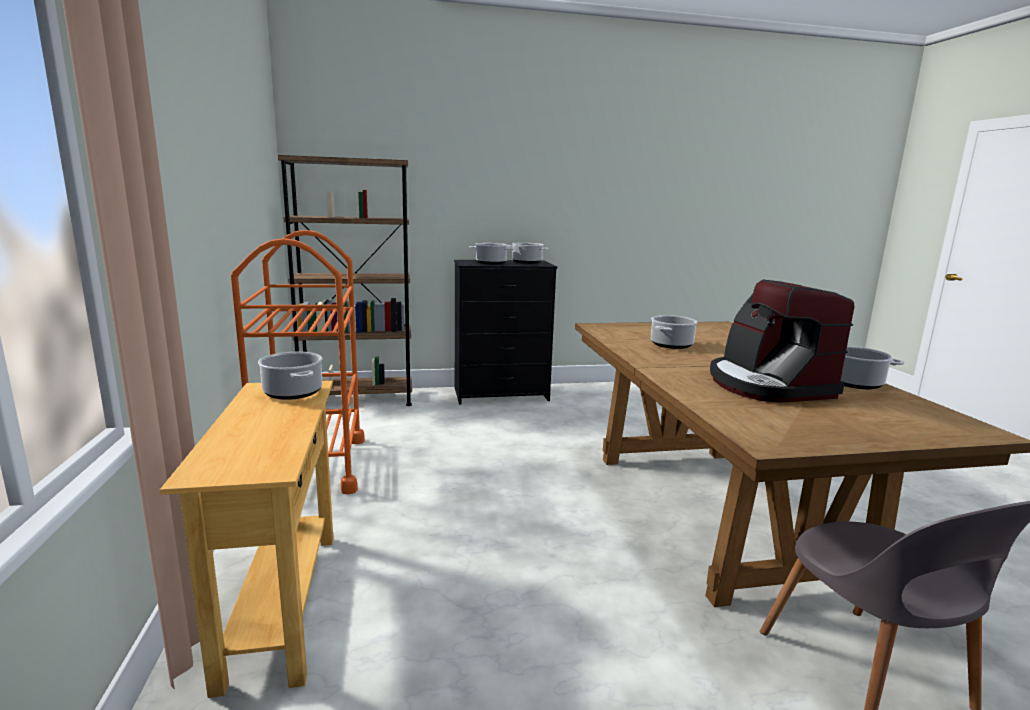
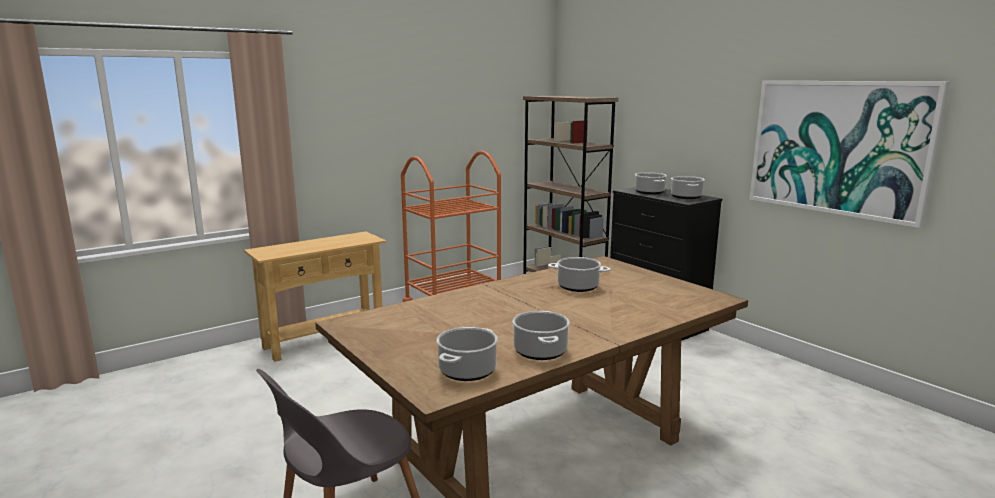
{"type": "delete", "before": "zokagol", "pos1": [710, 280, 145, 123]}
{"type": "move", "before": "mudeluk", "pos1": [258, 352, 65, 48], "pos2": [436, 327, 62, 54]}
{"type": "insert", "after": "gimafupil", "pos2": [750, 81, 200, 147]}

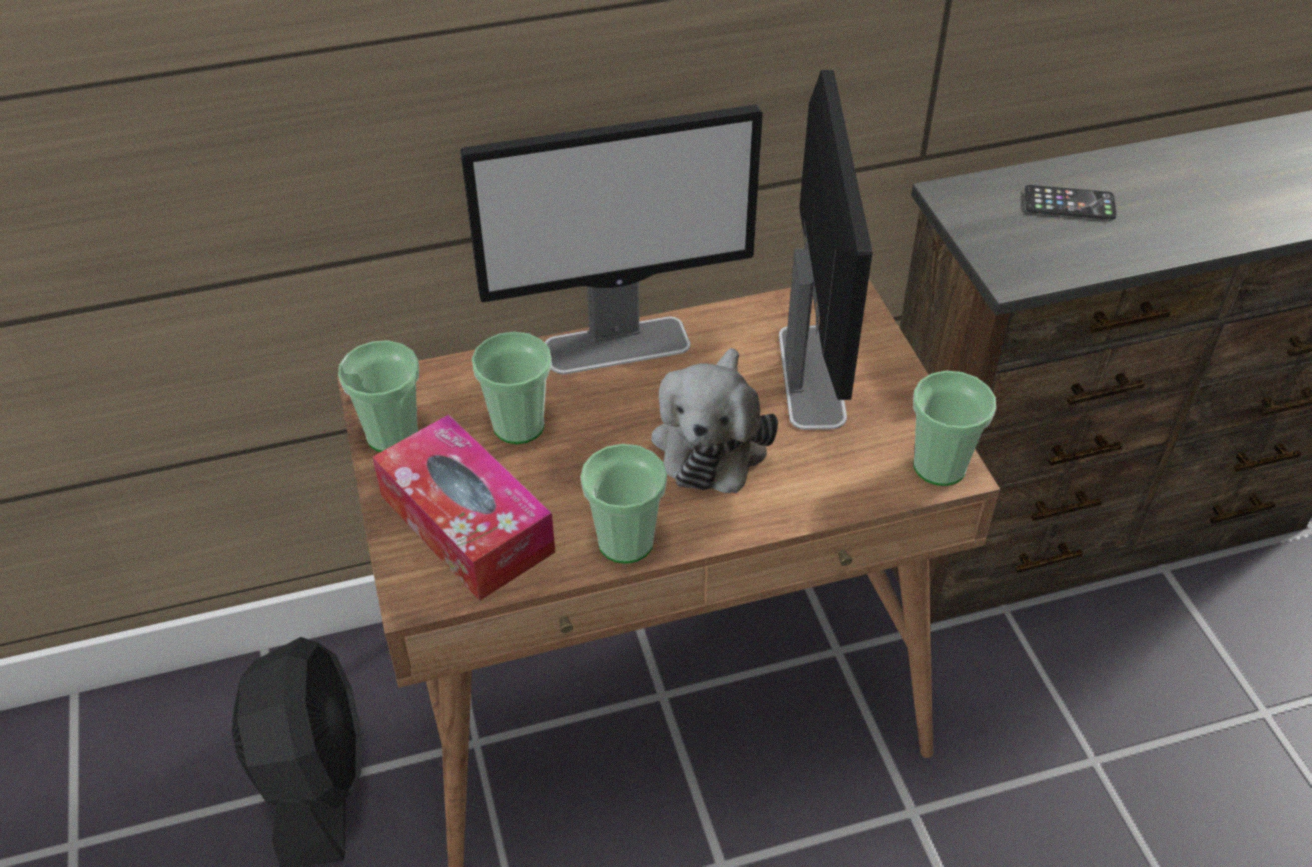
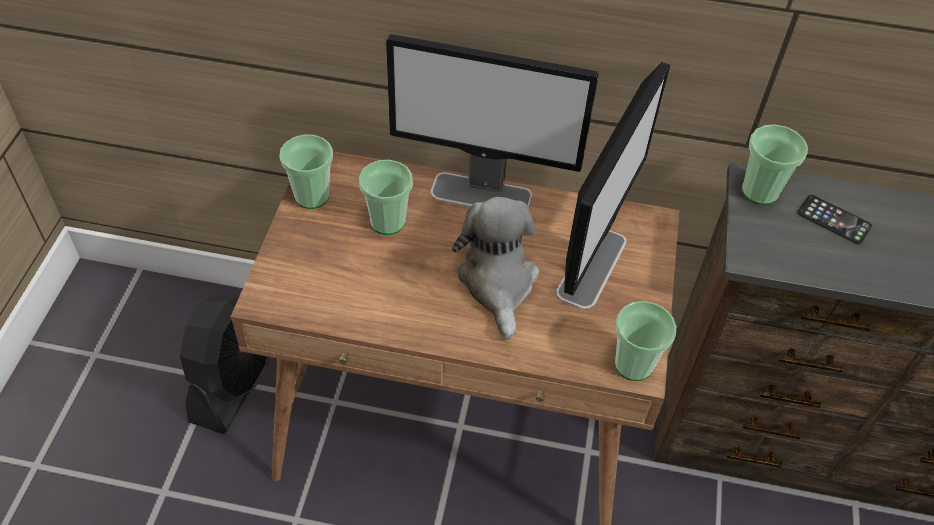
{"type": "rotate", "before": "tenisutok", "pos1": [651, 348, 127, 145], "pos2": [452, 196, 87, 143], "turn": 135}
{"type": "delete", "before": "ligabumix", "pos1": [372, 414, 183, 187]}
{"type": "move", "before": "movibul", "pos1": [580, 444, 87, 120], "pos2": [742, 124, 66, 81]}

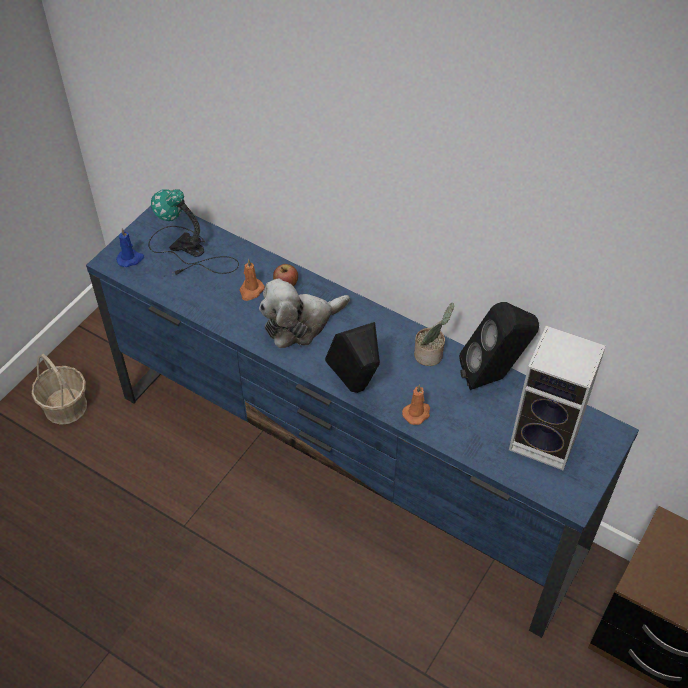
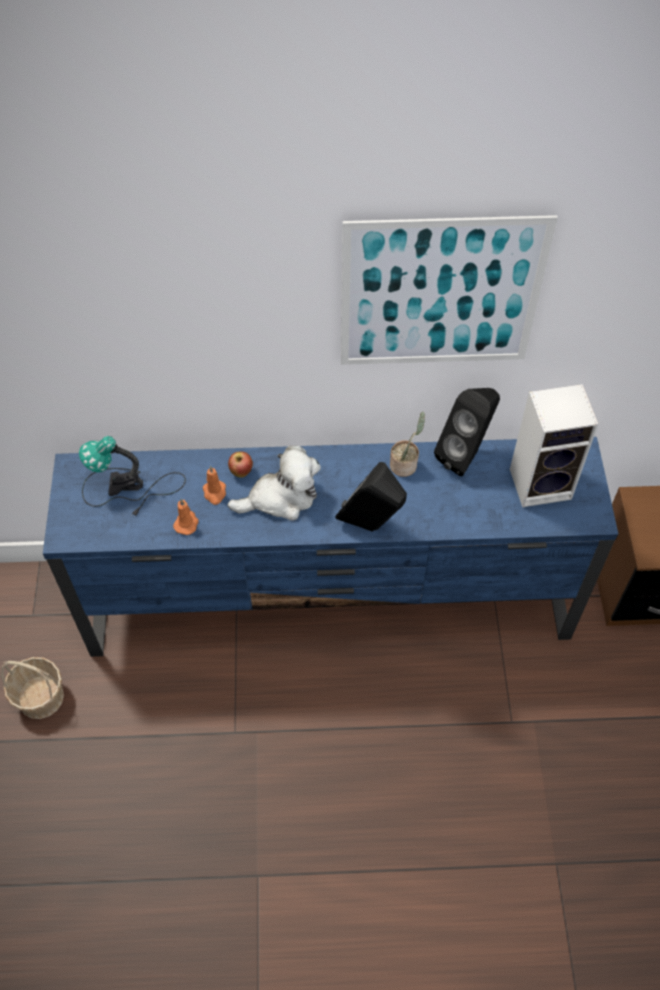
{"type": "delete", "before": "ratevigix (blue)", "pos1": [116, 228, 28, 39]}
{"type": "rotate", "before": "tenisutok", "pos1": [259, 278, 91, 70], "pos2": [228, 446, 93, 75], "turn": -135}
{"type": "move", "before": "ratevigix (orange)", "pos1": [402, 384, 28, 41], "pos2": [173, 499, 26, 36]}
{"type": "insert", "after": "gimafupil", "pos2": [341, 215, 217, 150]}

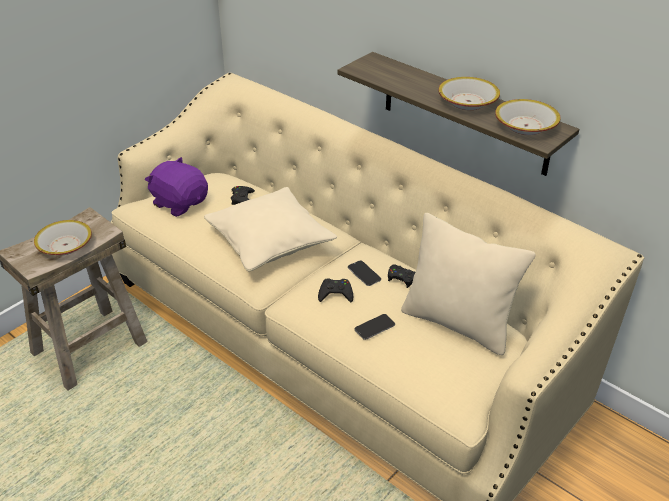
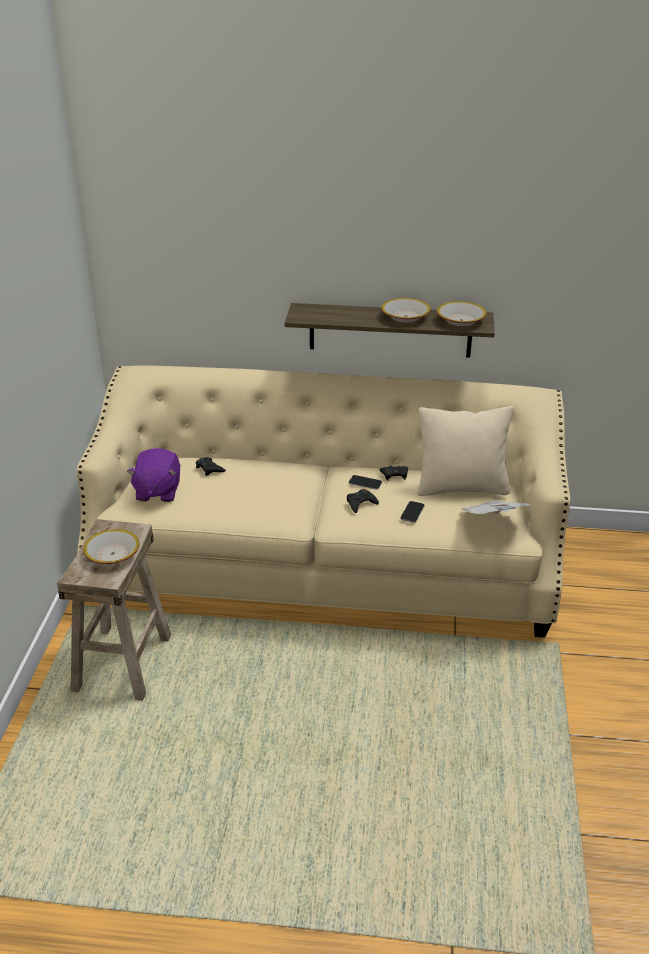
{"type": "rotate", "before": "tenisutok (purple)", "pos1": [145, 157, 63, 60], "pos2": [127, 448, 53, 54], "turn": -90}
{"type": "delete", "before": "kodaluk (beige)", "pos1": [204, 187, 133, 84]}
{"type": "insert", "after": "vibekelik", "pos2": [462, 500, 68, 14]}

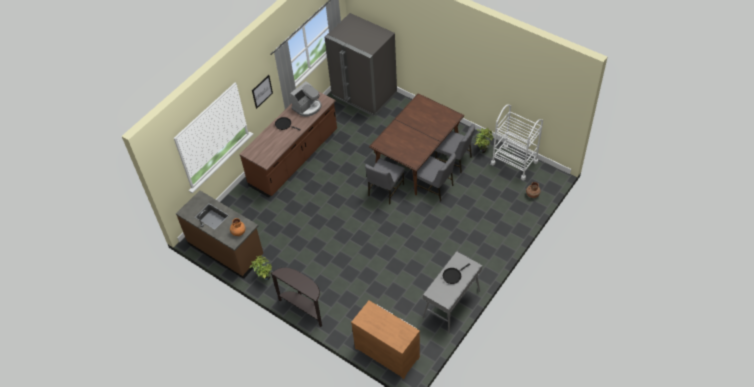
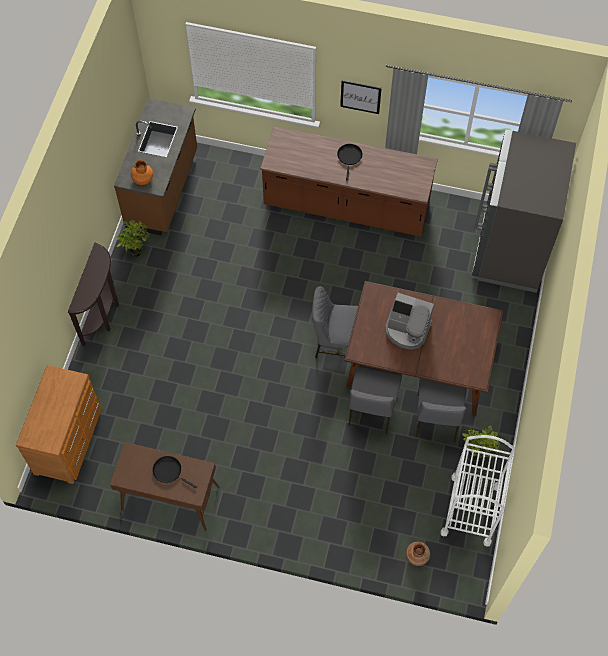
{"type": "move", "before": "zokagol", "pos1": [290, 81, 32, 36], "pos2": [385, 293, 49, 57]}
{"type": "recolor", "before": "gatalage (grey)", "after": "gatalage (brown)", "pos1": [422, 251, 60, 83], "pos2": [110, 442, 109, 89]}

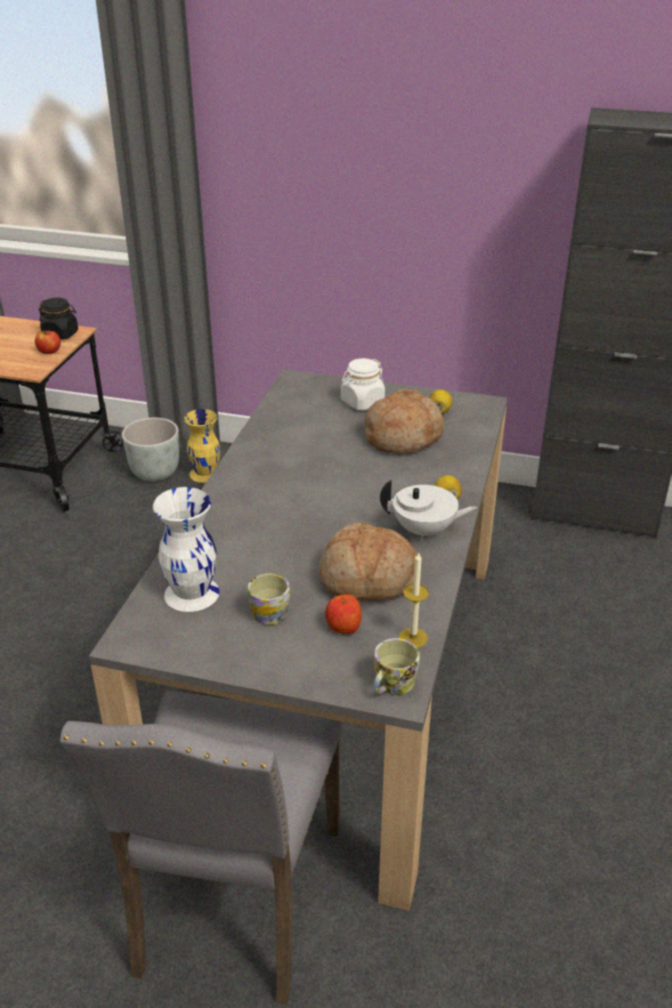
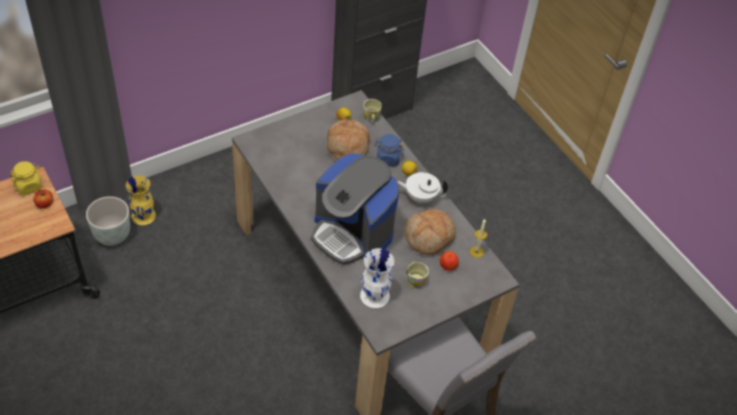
{"type": "recolor", "before": "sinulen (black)", "after": "sinulen (yellow)", "pos1": [39, 298, 39, 42], "pos2": [10, 161, 32, 35]}
{"type": "delete", "before": "sinulen (white)", "pos1": [341, 358, 44, 52]}
{"type": "rotate", "before": "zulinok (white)", "pos1": [380, 480, 97, 61], "pos2": [397, 172, 51, 31], "turn": -135}
{"type": "move", "before": "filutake", "pos1": [373, 638, 47, 57], "pos2": [363, 99, 19, 25]}
{"type": "insert", "after": "sinulen (blue)", "pos2": [374, 134, 30, 32]}
{"type": "insert", "after": "zokagol", "pos2": [311, 153, 89, 112]}

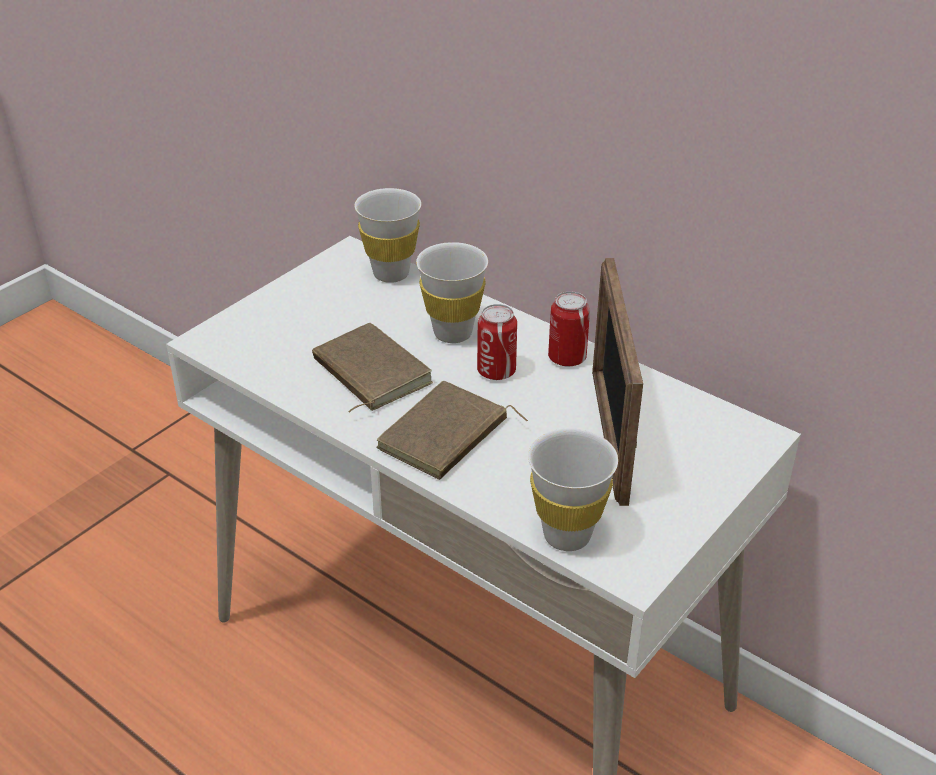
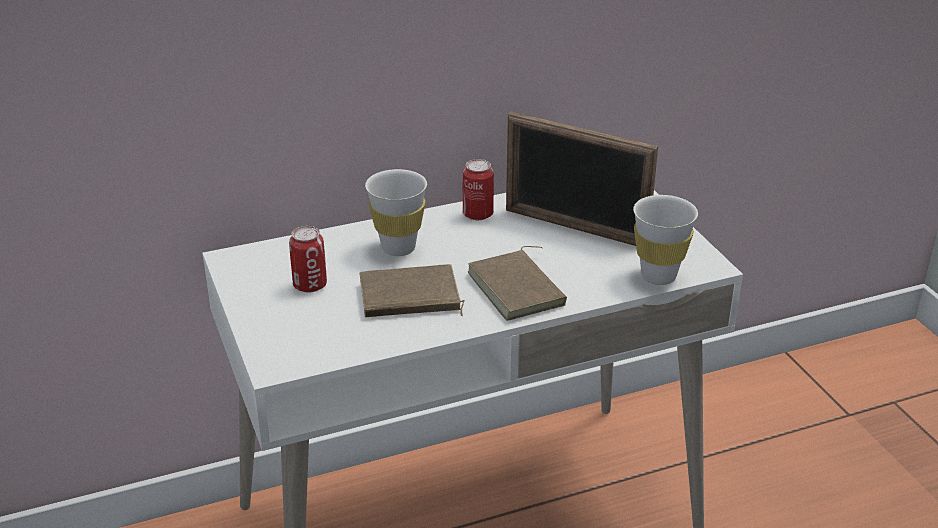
{"type": "delete", "before": "movibul (white)", "pos1": [354, 188, 67, 95]}
{"type": "move", "before": "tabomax", "pos1": [477, 304, 40, 76], "pos2": [289, 226, 38, 67]}

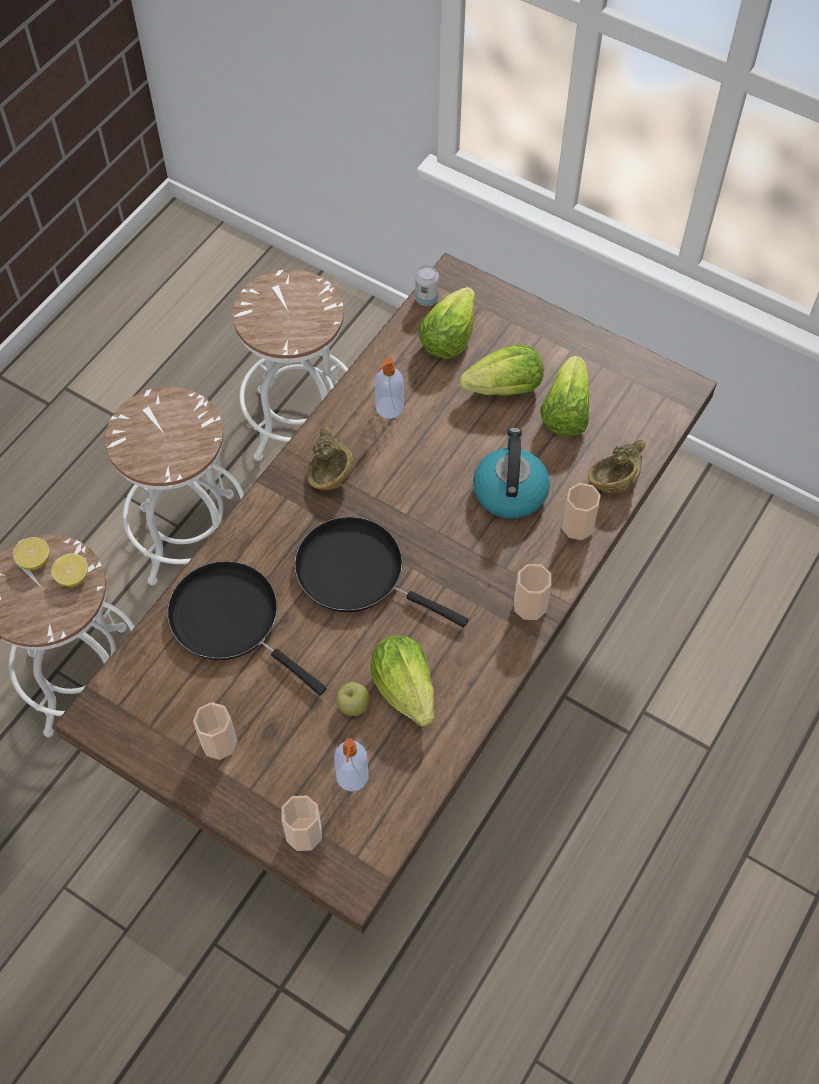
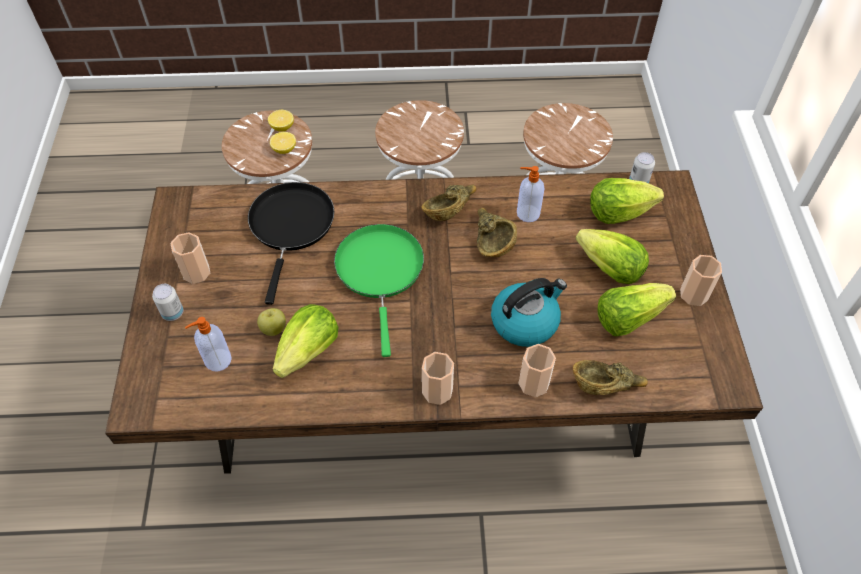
{"type": "recolor", "before": "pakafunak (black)", "after": "pakafunak (green)", "pos1": [294, 516, 174, 111], "pos2": [334, 224, 90, 133]}
{"type": "move", "before": "movibul", "pos1": [281, 795, 41, 56], "pos2": [680, 255, 42, 51]}
{"type": "insert", "after": "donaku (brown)", "pos2": [477, 208, 40, 49]}
{"type": "insert", "after": "tabomax", "pos2": [152, 284, 31, 37]}

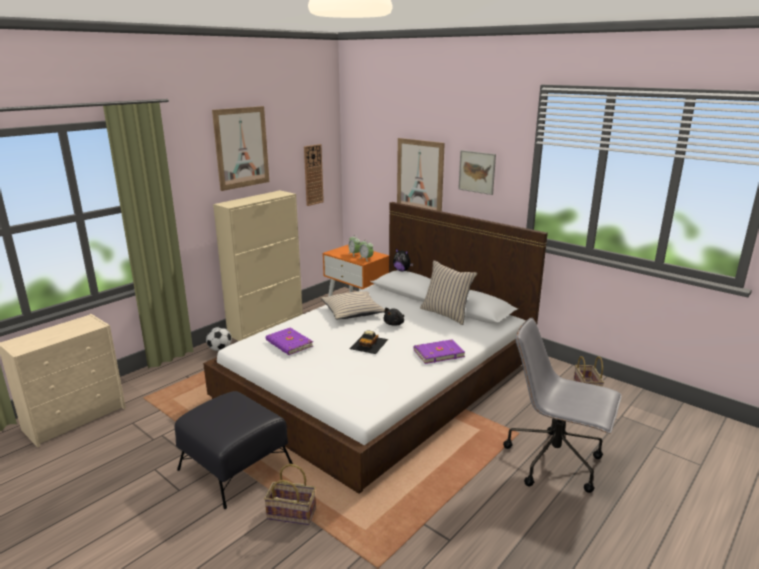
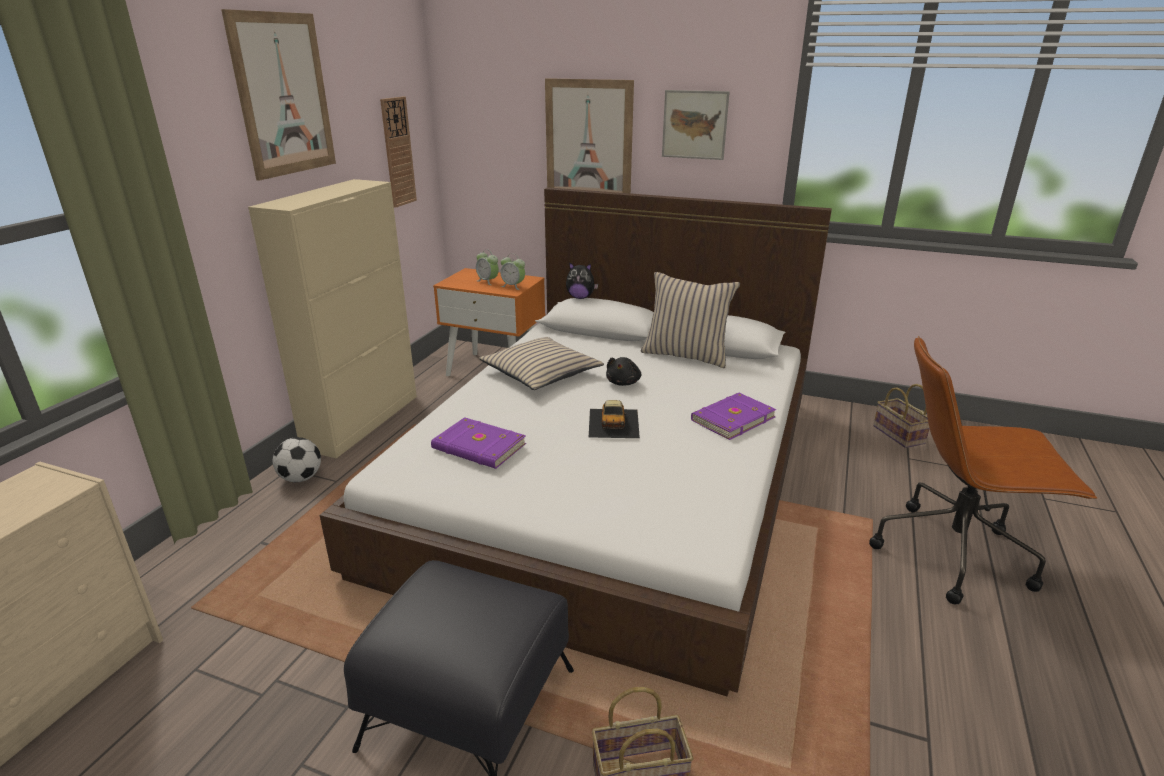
{"type": "recolor", "before": "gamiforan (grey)", "after": "gamiforan (brown)", "pos1": [503, 318, 119, 175], "pos2": [869, 336, 228, 268]}

